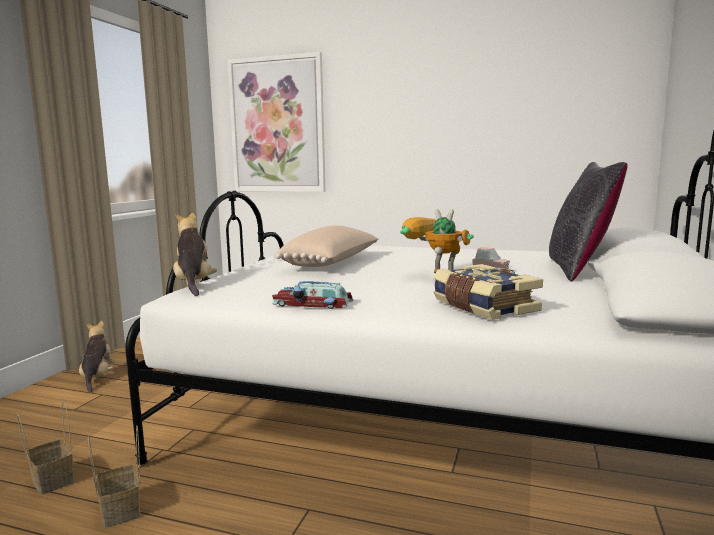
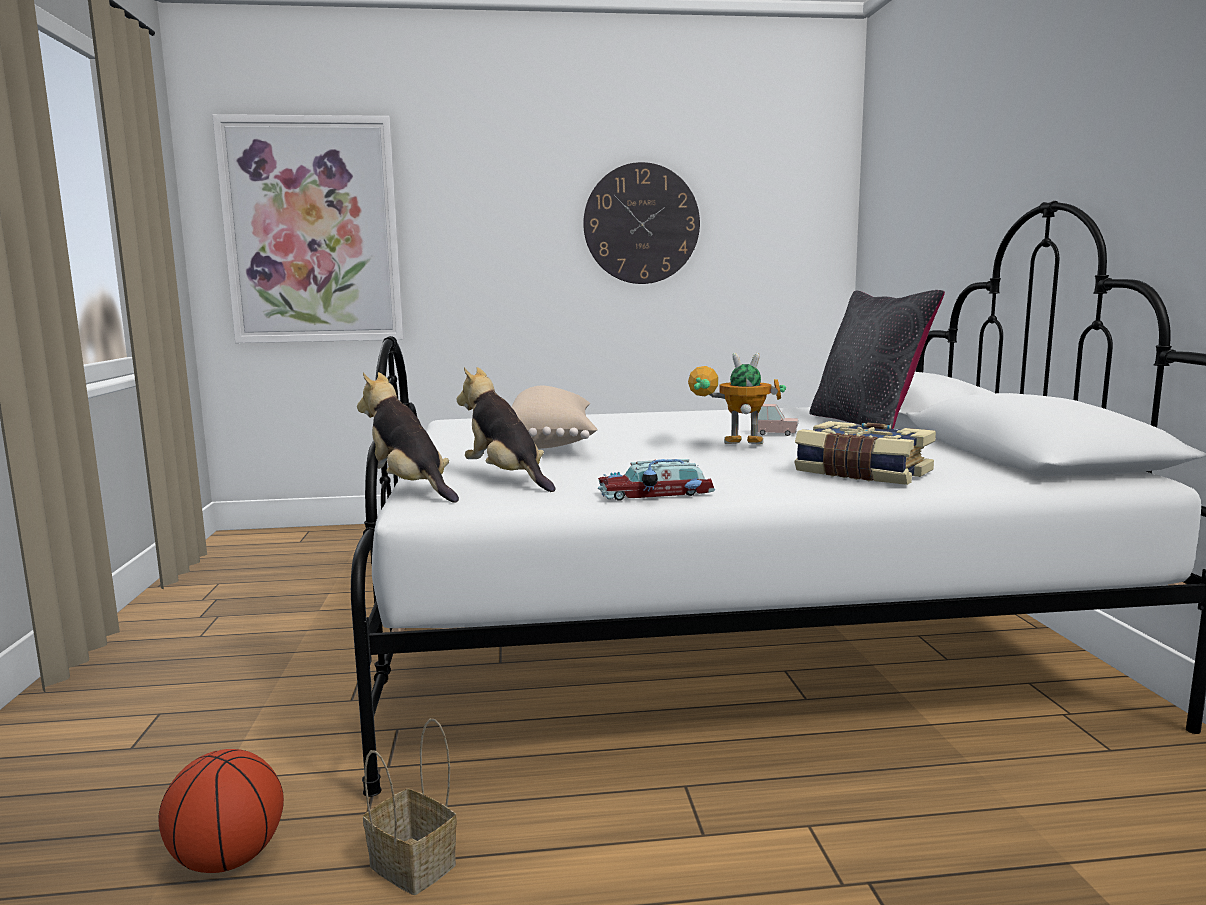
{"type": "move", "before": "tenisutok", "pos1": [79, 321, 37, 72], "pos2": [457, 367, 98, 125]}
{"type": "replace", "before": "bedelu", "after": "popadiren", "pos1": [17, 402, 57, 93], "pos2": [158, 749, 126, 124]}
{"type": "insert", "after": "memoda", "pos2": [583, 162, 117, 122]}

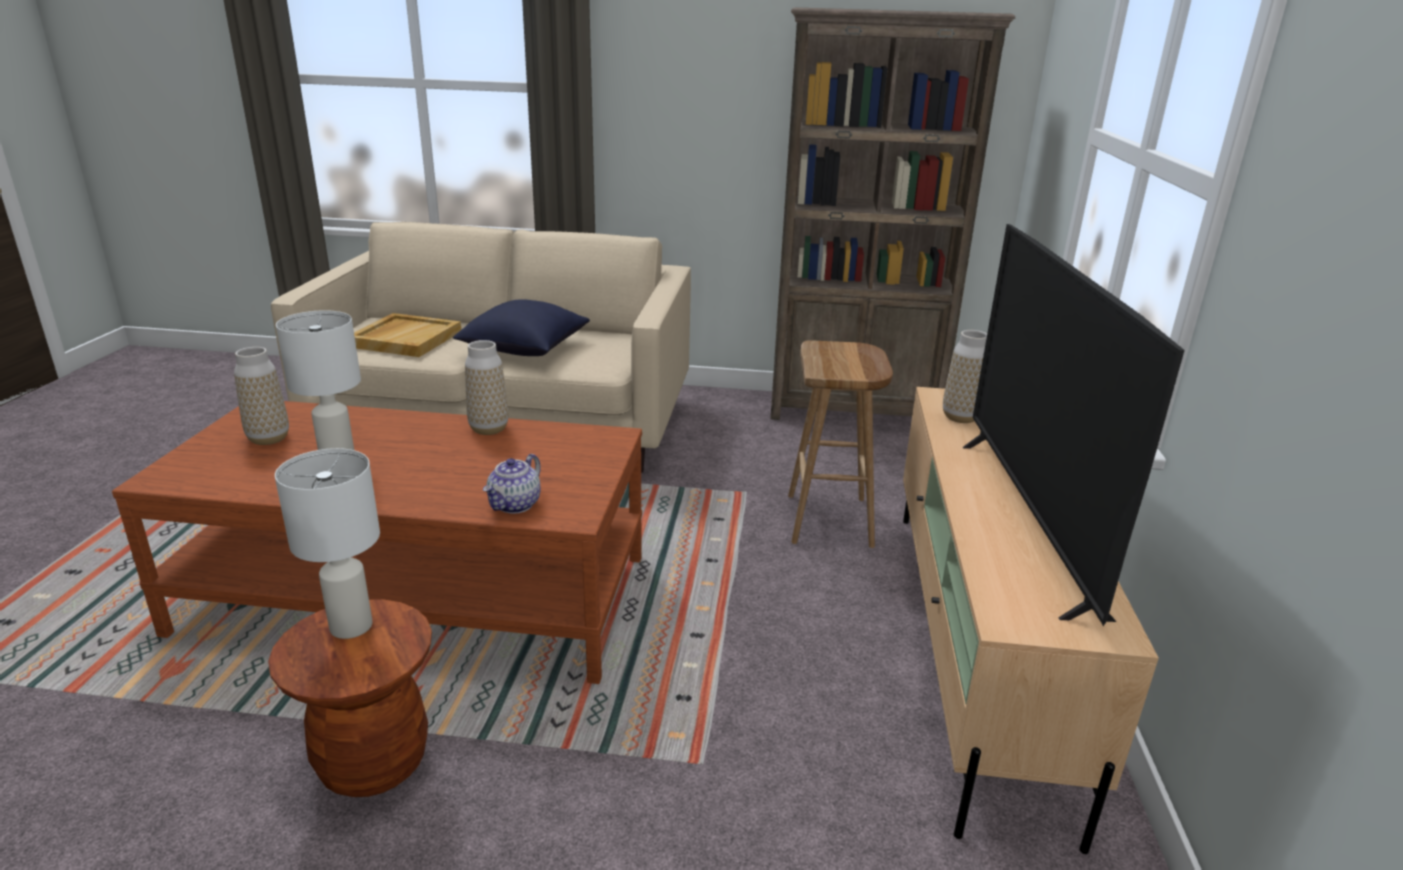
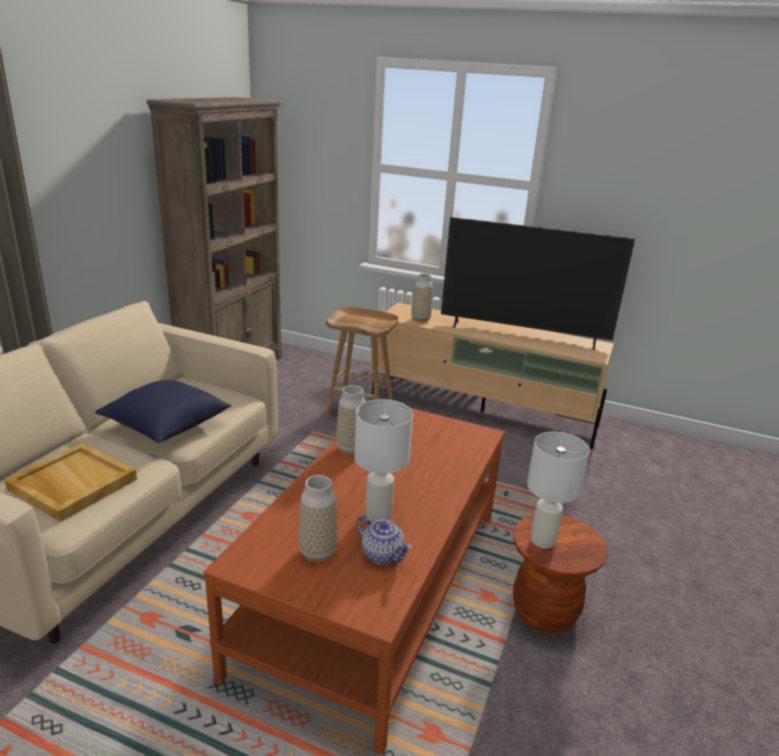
{"type": "move", "before": "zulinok", "pos1": [483, 454, 58, 60], "pos2": [356, 515, 56, 50]}

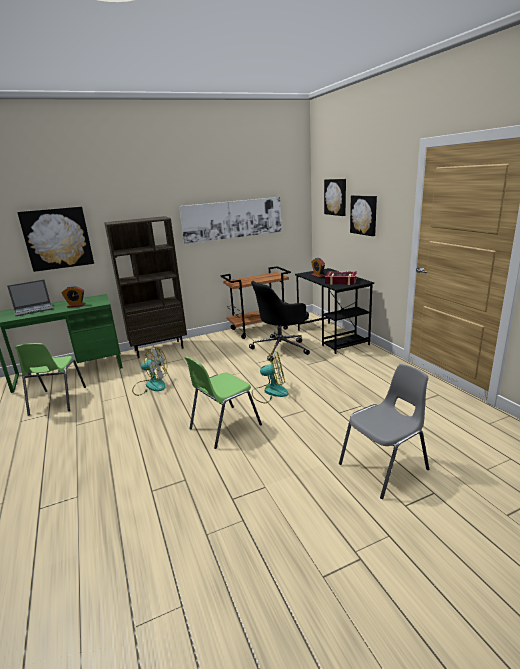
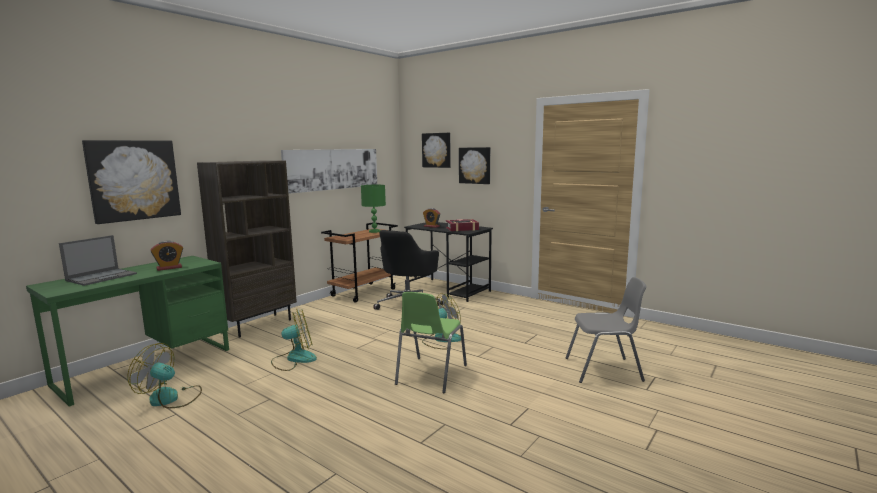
{"type": "replace", "before": "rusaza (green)", "after": "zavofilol", "pos1": [16, 343, 70, 72], "pos2": [127, 343, 75, 66]}
{"type": "rotate", "before": "rusaza (grey)", "pos1": [339, 364, 90, 135], "pos2": [566, 277, 81, 106], "turn": 60}
{"type": "insert", "after": "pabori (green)", "pos2": [361, 185, 25, 48]}

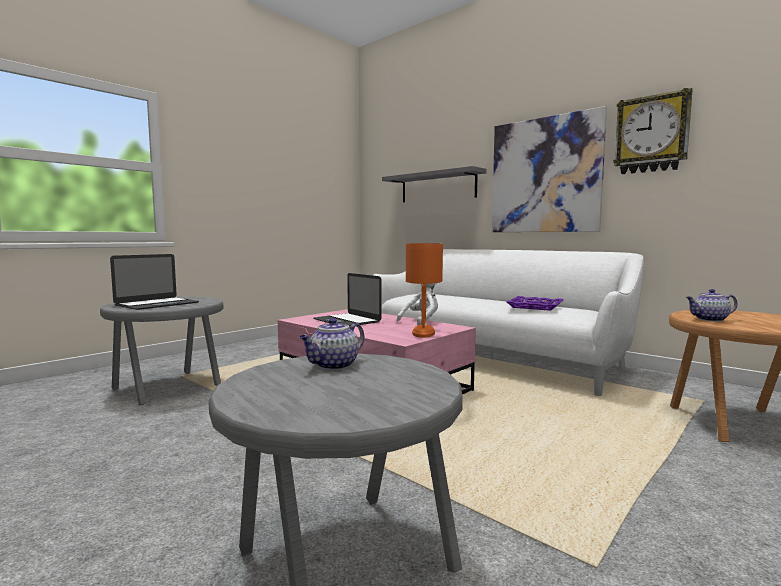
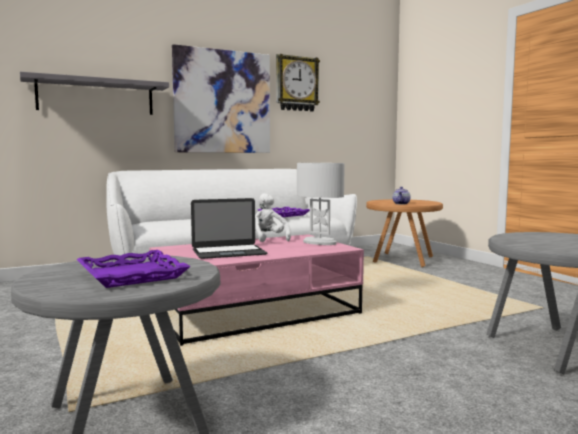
{"type": "recolor", "before": "pabori (orange)", "after": "pabori (white)", "pos1": [406, 243, 37, 95], "pos2": [297, 163, 47, 82]}
{"type": "replace", "before": "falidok", "after": "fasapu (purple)", "pos1": [110, 254, 89, 56], "pos2": [77, 250, 114, 38]}
{"type": "delete", "before": "zulinok", "pos1": [299, 318, 65, 52]}

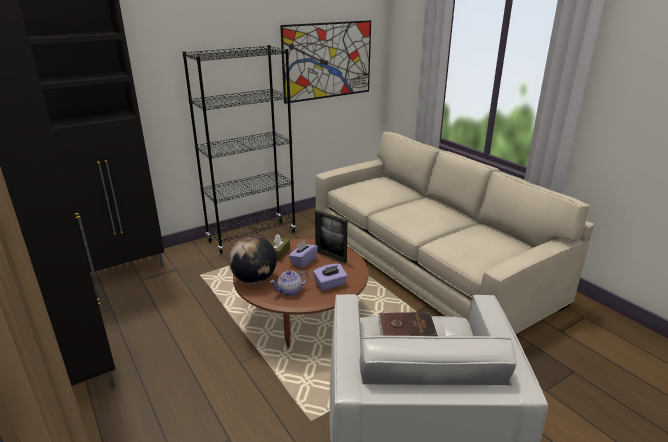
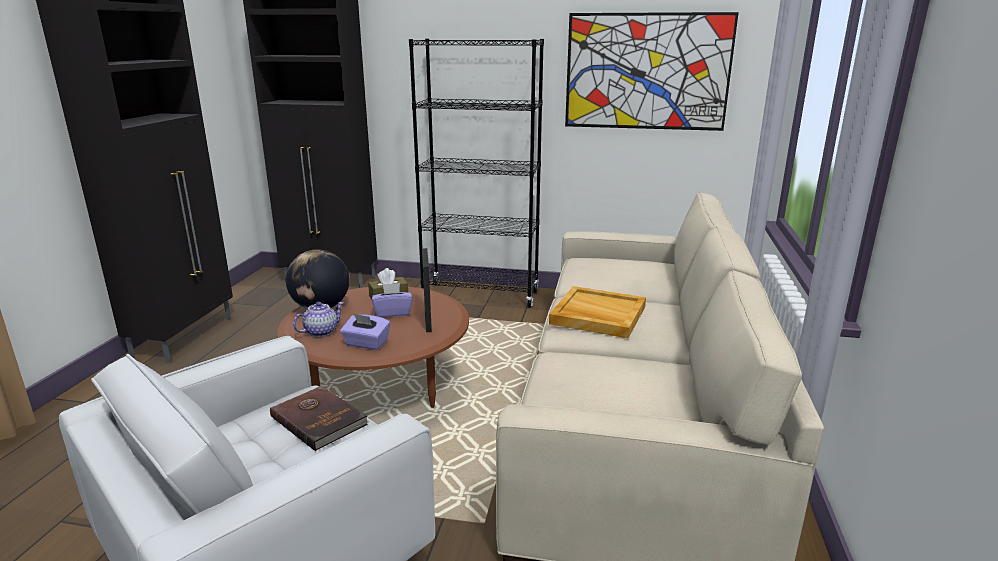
{"type": "rotate", "before": "zulinok", "pos1": [270, 270, 39, 26], "pos2": [293, 302, 51, 35], "turn": 120}
{"type": "insert", "after": "fasapu (beige)", "pos2": [549, 286, 97, 52]}

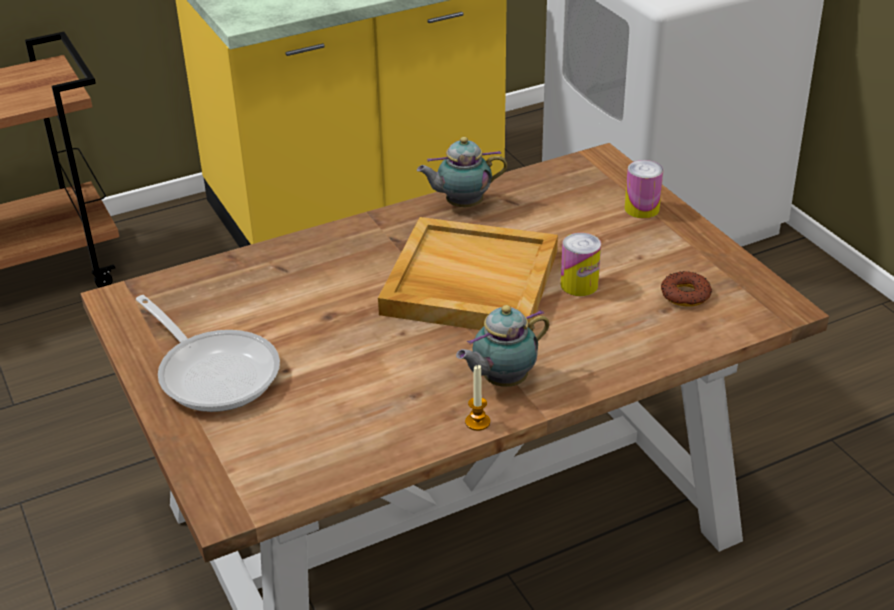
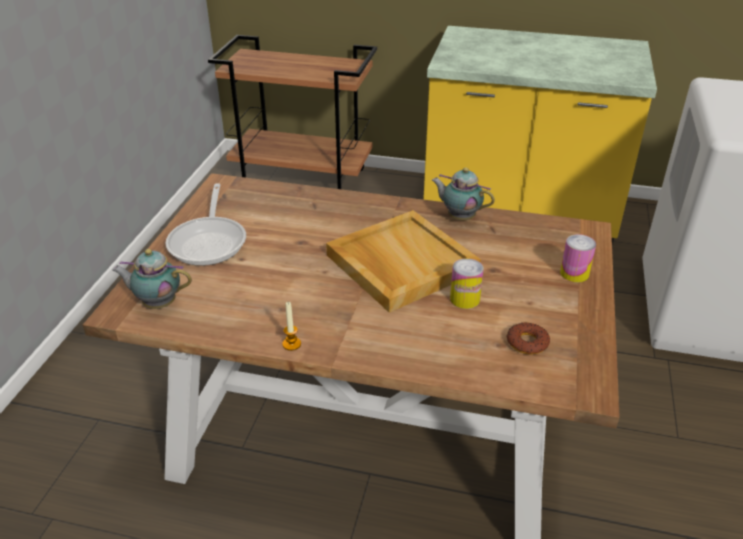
{"type": "move", "before": "zulinok", "pos1": [456, 305, 93, 82], "pos2": [112, 249, 80, 60]}

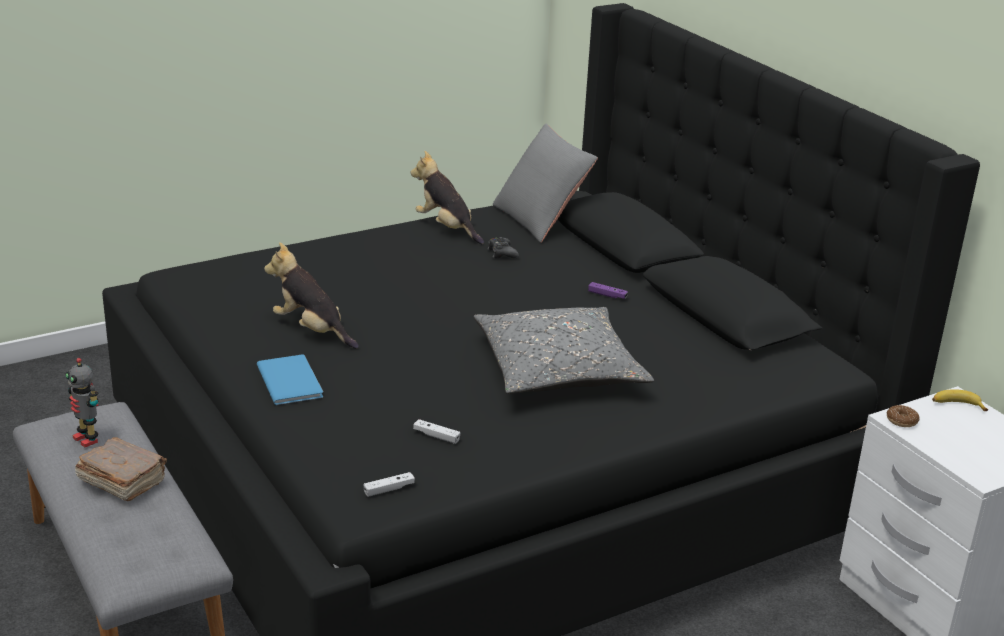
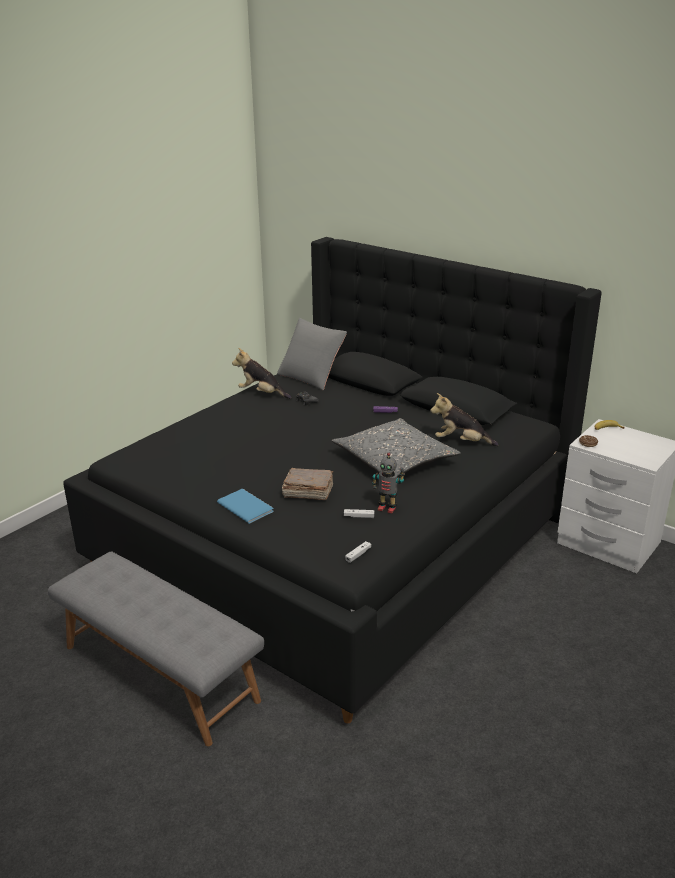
{"type": "move", "before": "tenisutok", "pos1": [264, 242, 95, 107], "pos2": [430, 393, 68, 53]}
{"type": "move", "before": "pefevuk", "pos1": [66, 358, 33, 90], "pos2": [372, 452, 33, 61]}
{"type": "move", "before": "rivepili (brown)", "pos1": [75, 437, 92, 64], "pos2": [282, 468, 51, 32]}

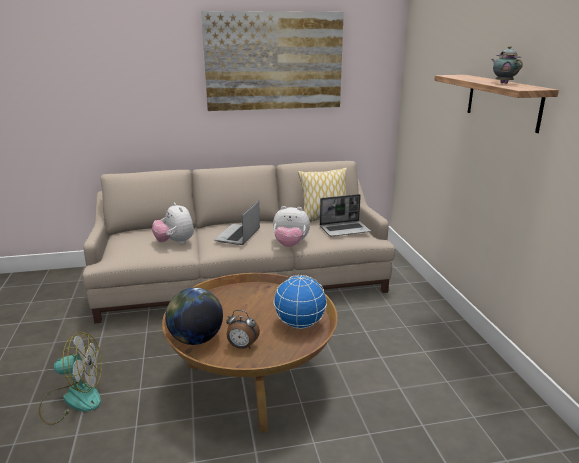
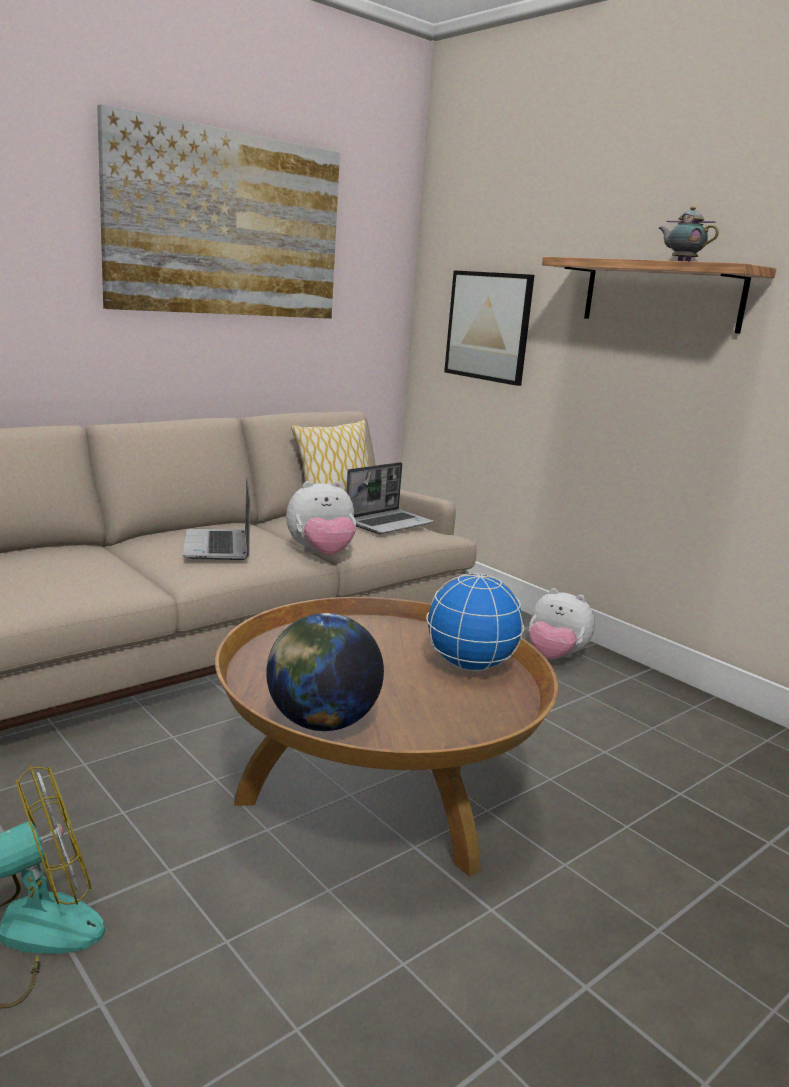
{"type": "move", "before": "tenisutok", "pos1": [152, 202, 42, 42], "pos2": [529, 588, 66, 71]}
{"type": "delete", "before": "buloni", "pos1": [226, 310, 34, 39]}
{"type": "insert", "after": "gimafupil", "pos2": [444, 270, 90, 116]}

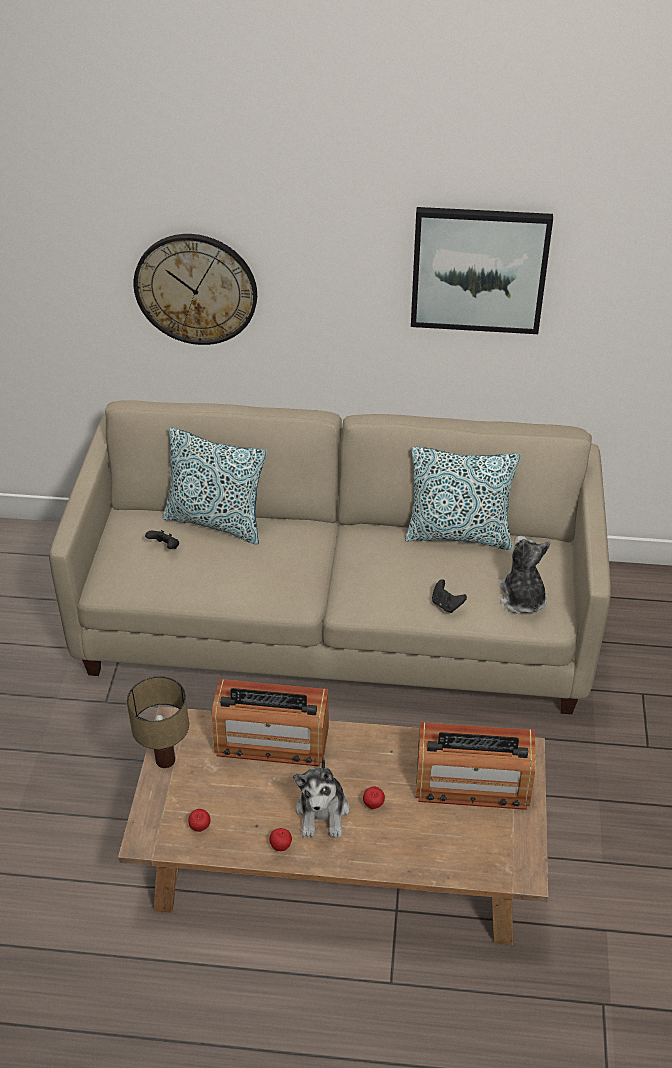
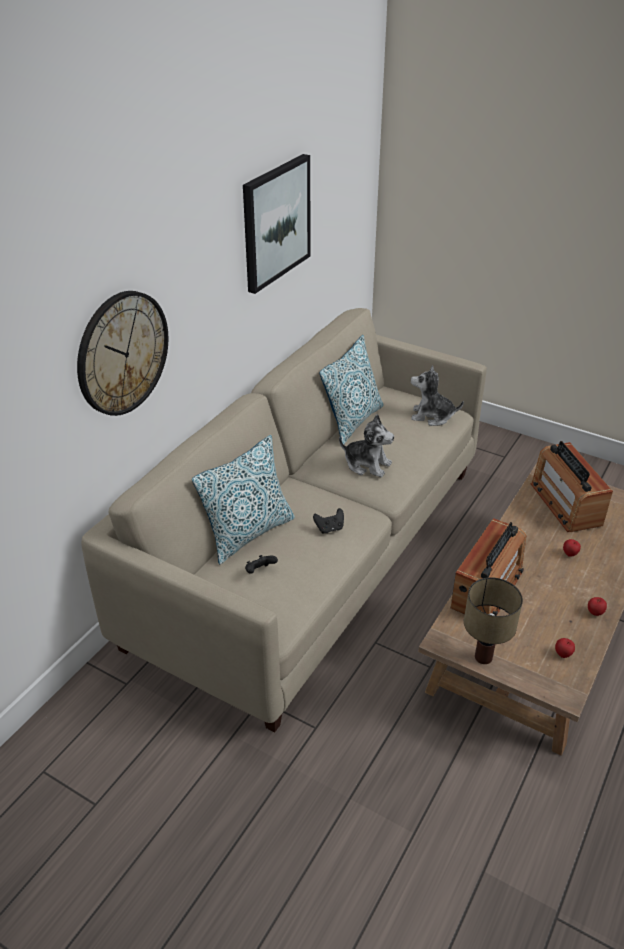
{"type": "move", "before": "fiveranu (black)", "pos1": [432, 579, 35, 34], "pos2": [313, 508, 31, 26]}
{"type": "rotate", "before": "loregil", "pos1": [416, 722, 120, 88], "pos2": [531, 441, 82, 91], "turn": 135}
{"type": "move", "before": "tenisutok", "pos1": [293, 756, 57, 82], "pos2": [339, 414, 55, 63]}

